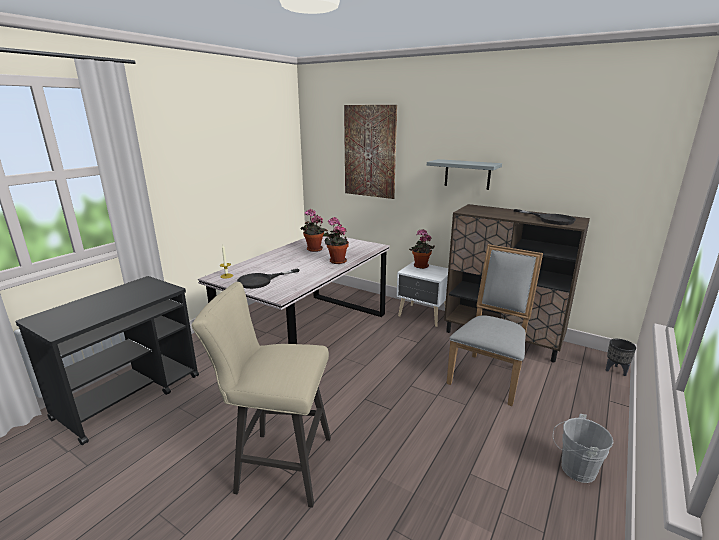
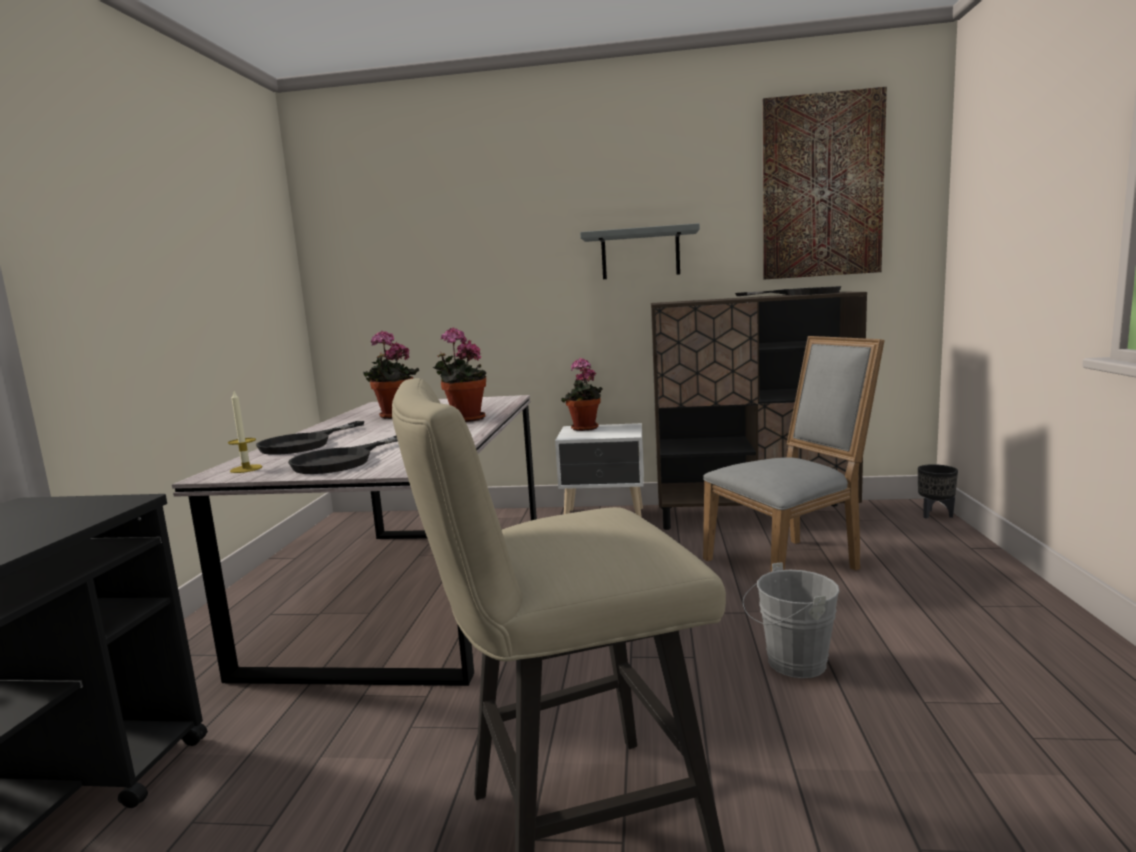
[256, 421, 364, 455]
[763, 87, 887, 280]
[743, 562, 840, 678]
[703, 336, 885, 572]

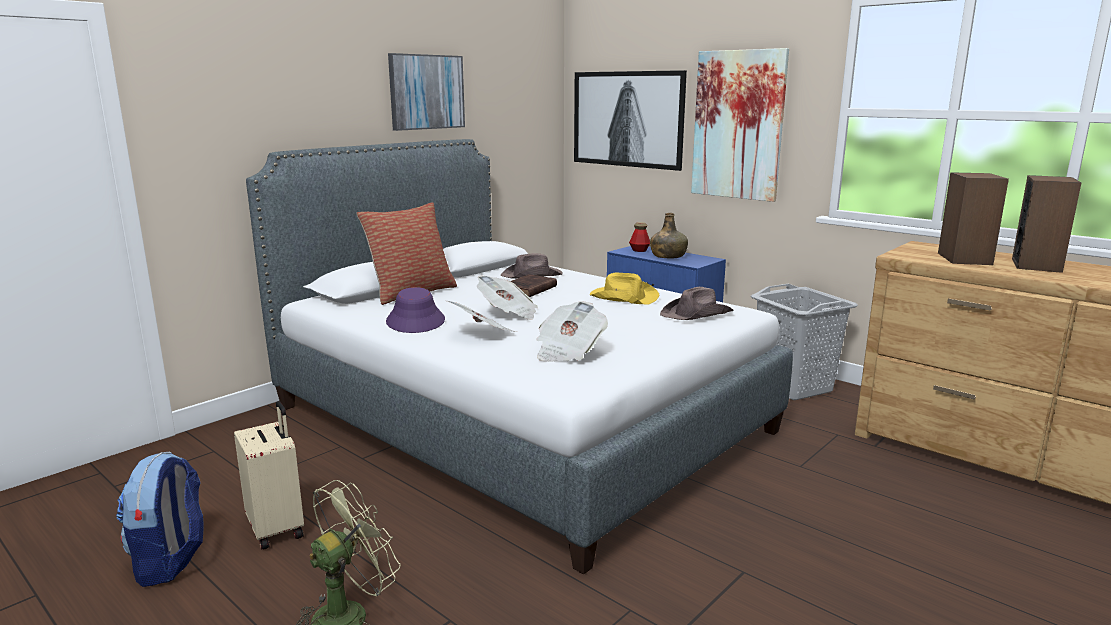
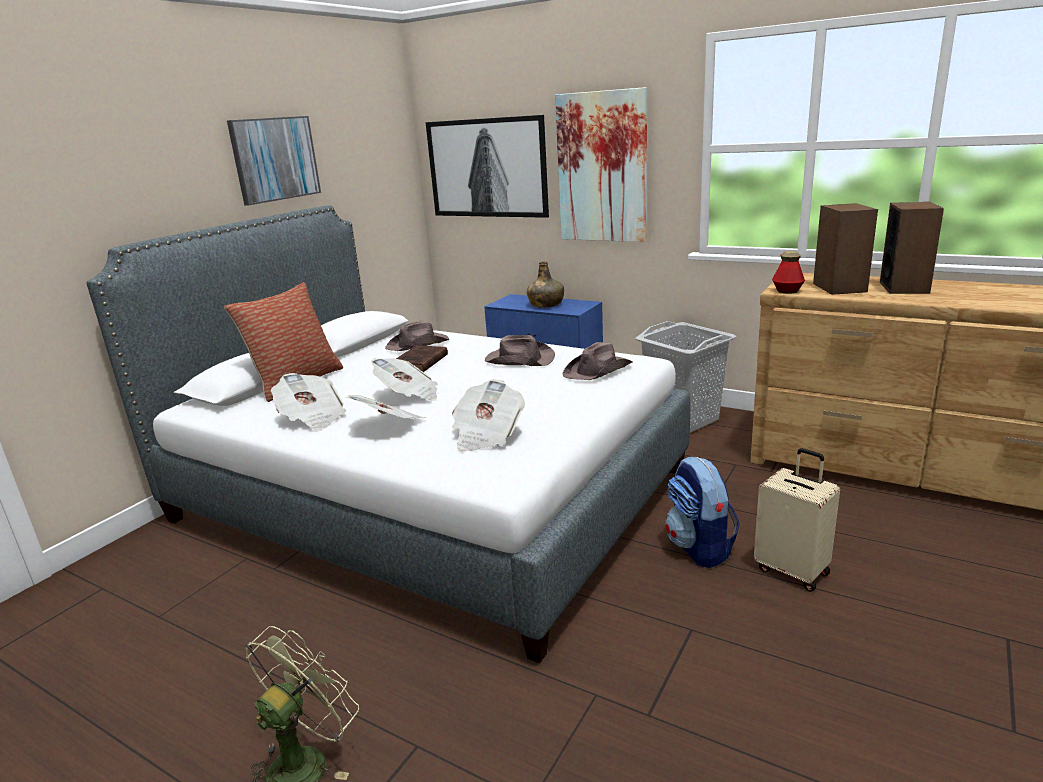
[666, 456, 740, 568]
[754, 448, 840, 592]
[772, 251, 805, 293]
[271, 373, 346, 430]
[485, 335, 555, 366]

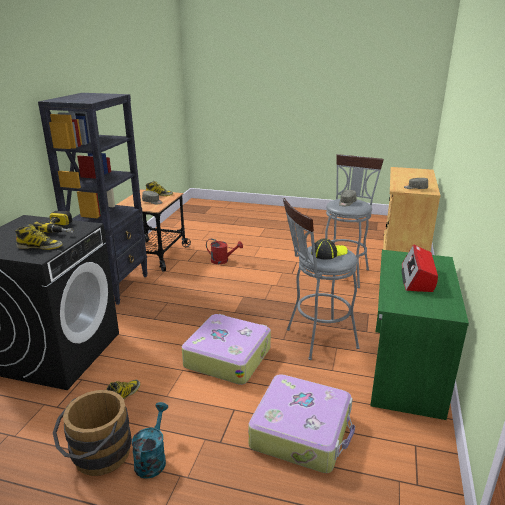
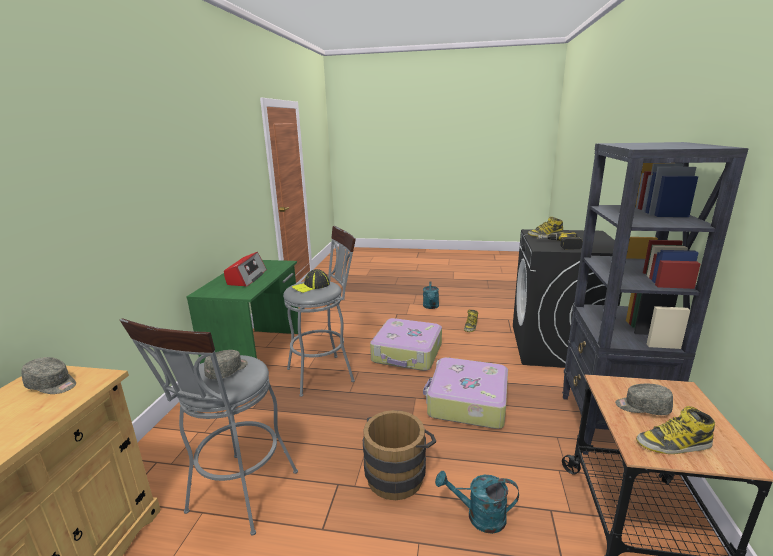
[363, 410, 436, 500]
[423, 357, 508, 429]
[435, 471, 519, 534]

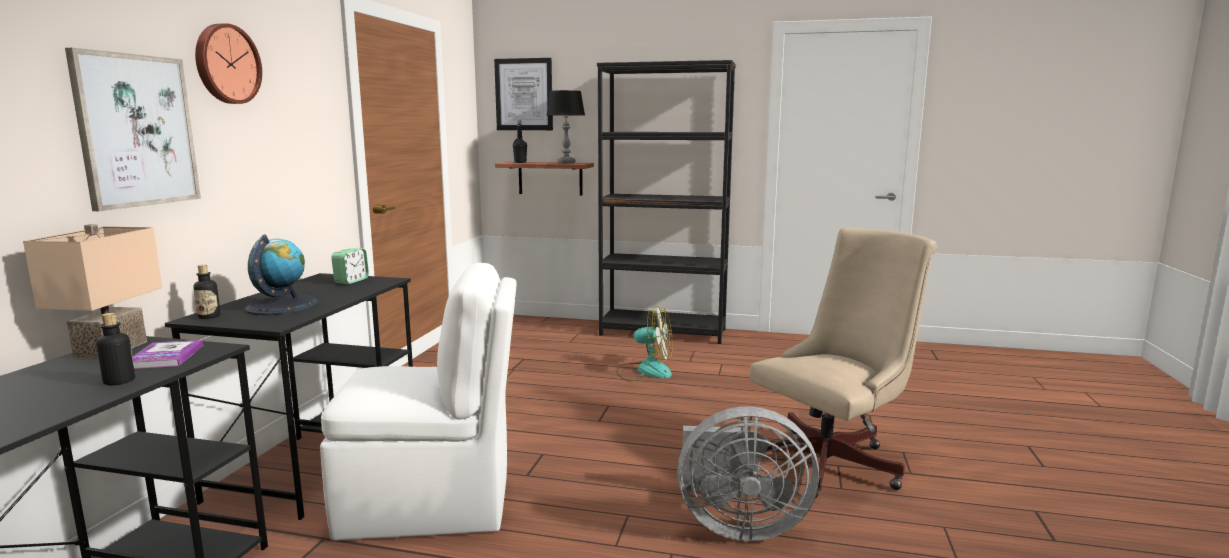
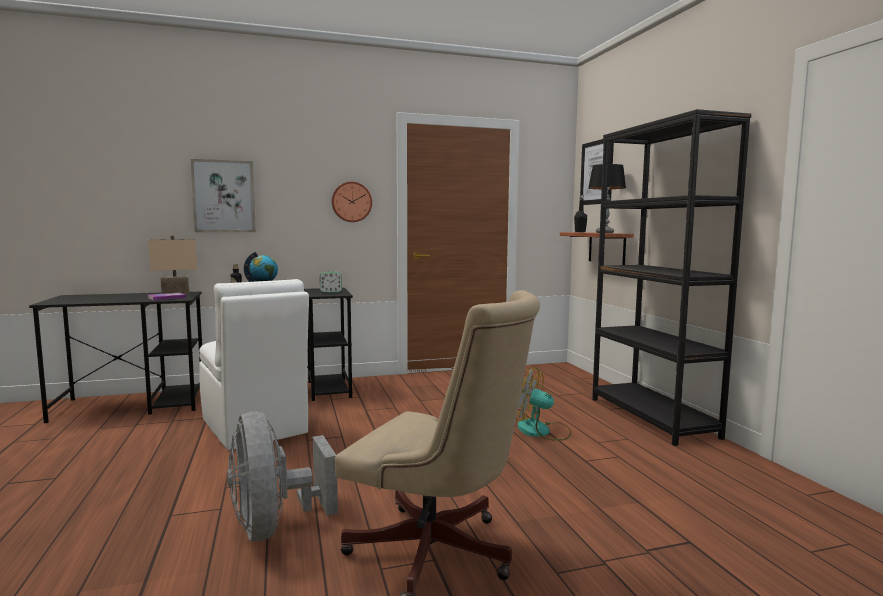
[96, 313, 135, 385] (first image)
[332, 182, 372, 222]
[516, 368, 571, 441]

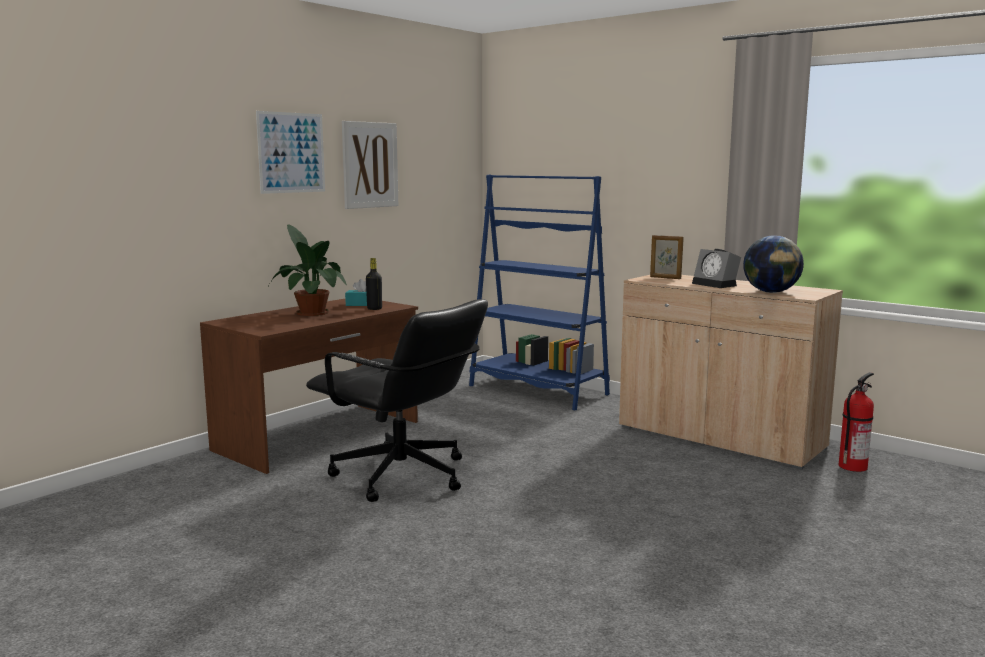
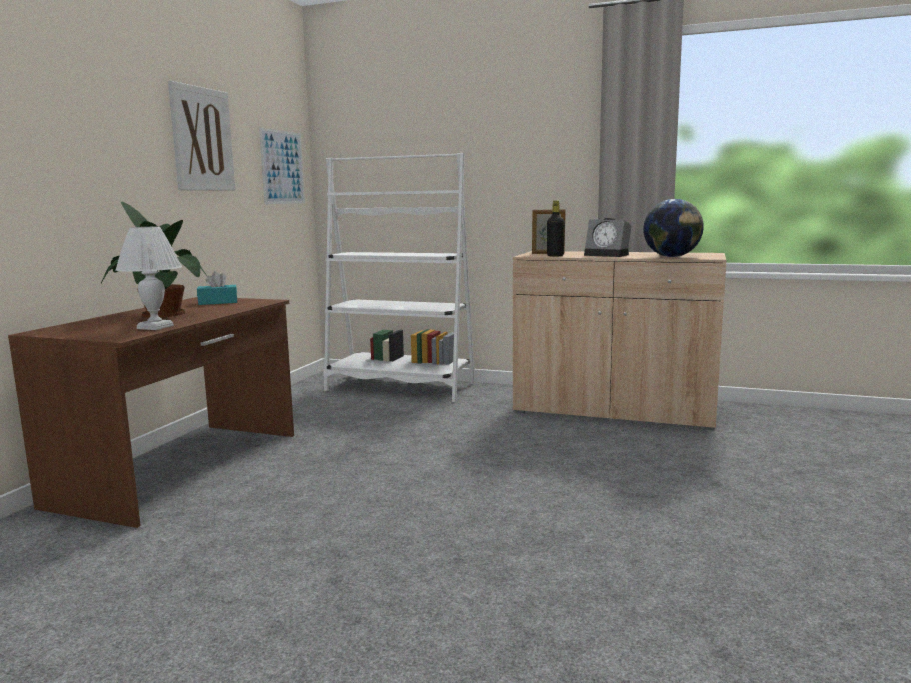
[306, 299, 488, 502] (first image)
[839, 372, 874, 472] (first image)
[116, 227, 182, 330]
[259, 128, 305, 204]
[547, 200, 565, 257]
[323, 153, 475, 402]

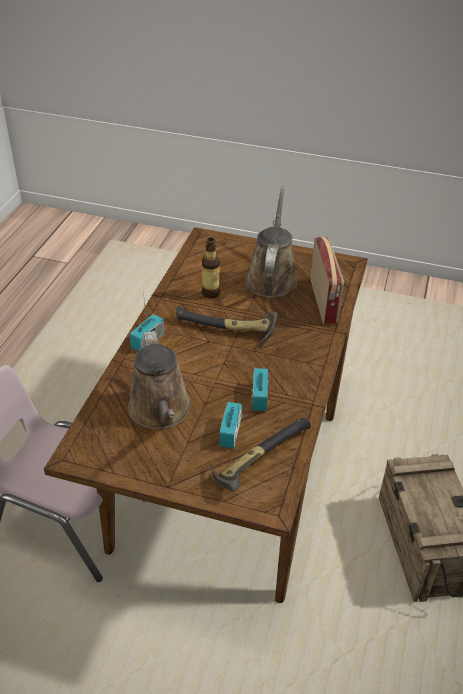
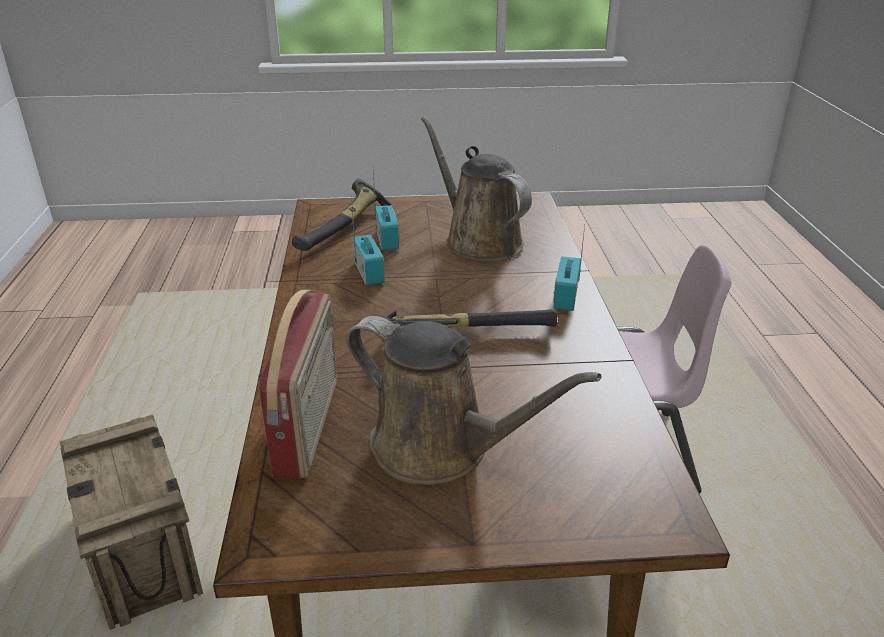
[202, 237, 220, 299] (first image)
[346, 316, 602, 485]
[259, 290, 337, 479]

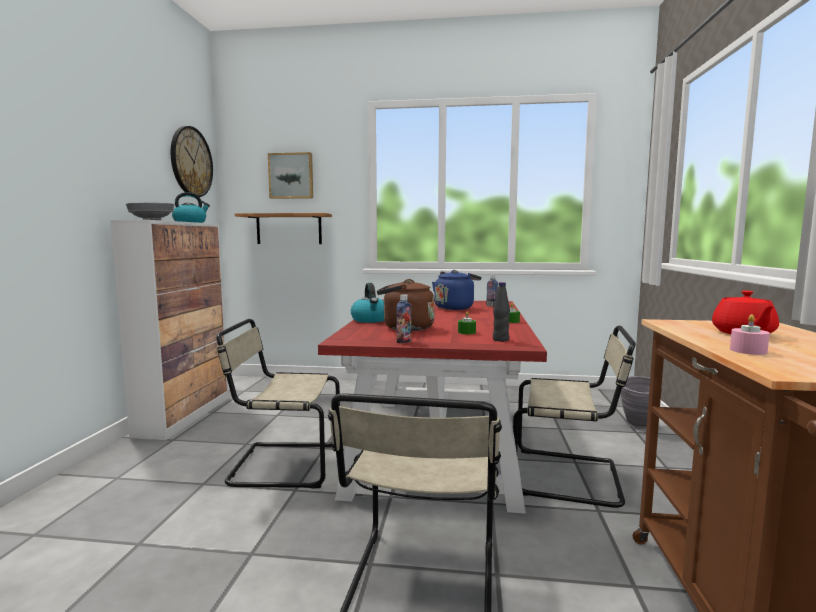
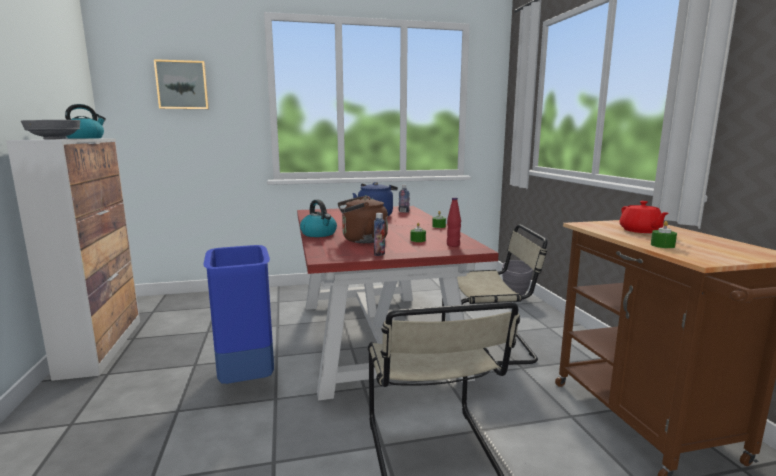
[171, 126, 213, 197] (first image)
[235, 213, 332, 244] (first image)
[204, 245, 274, 384]
[447, 197, 461, 247]
[651, 221, 677, 248]

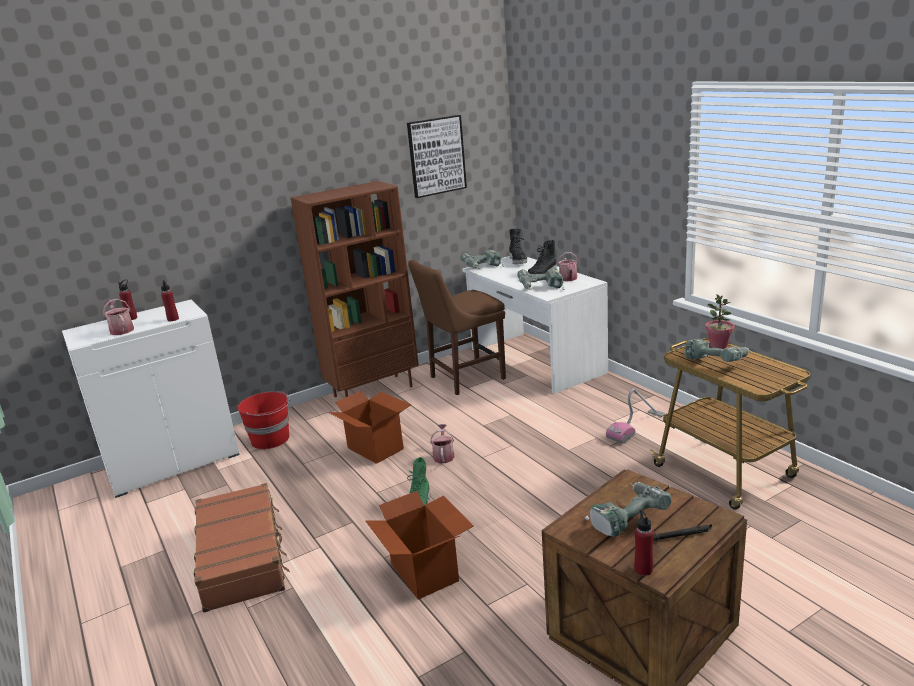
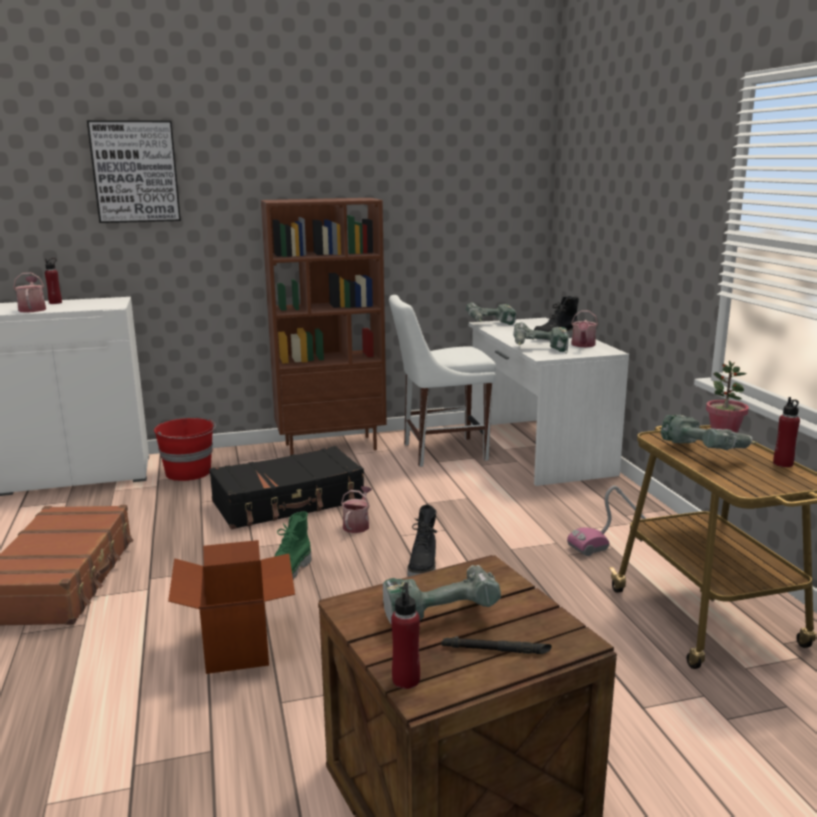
[773, 397, 800, 467]
[87, 120, 181, 223]
[408, 505, 437, 577]
[209, 446, 364, 529]
[389, 295, 496, 467]

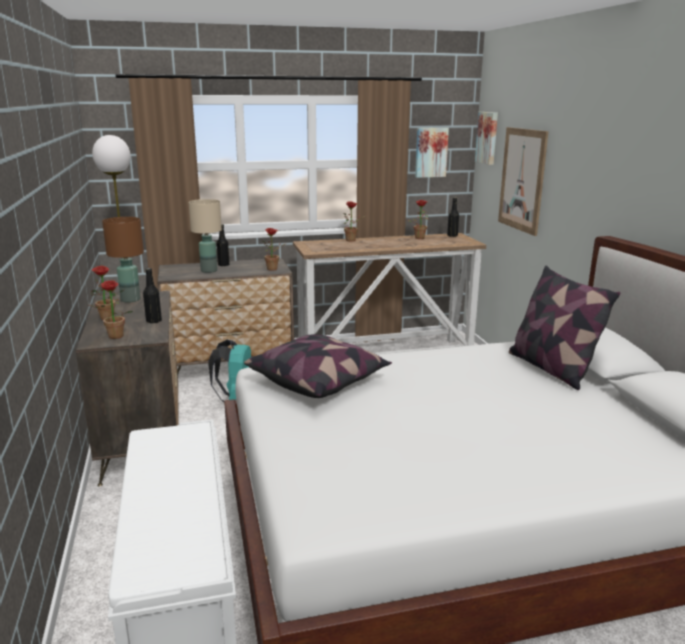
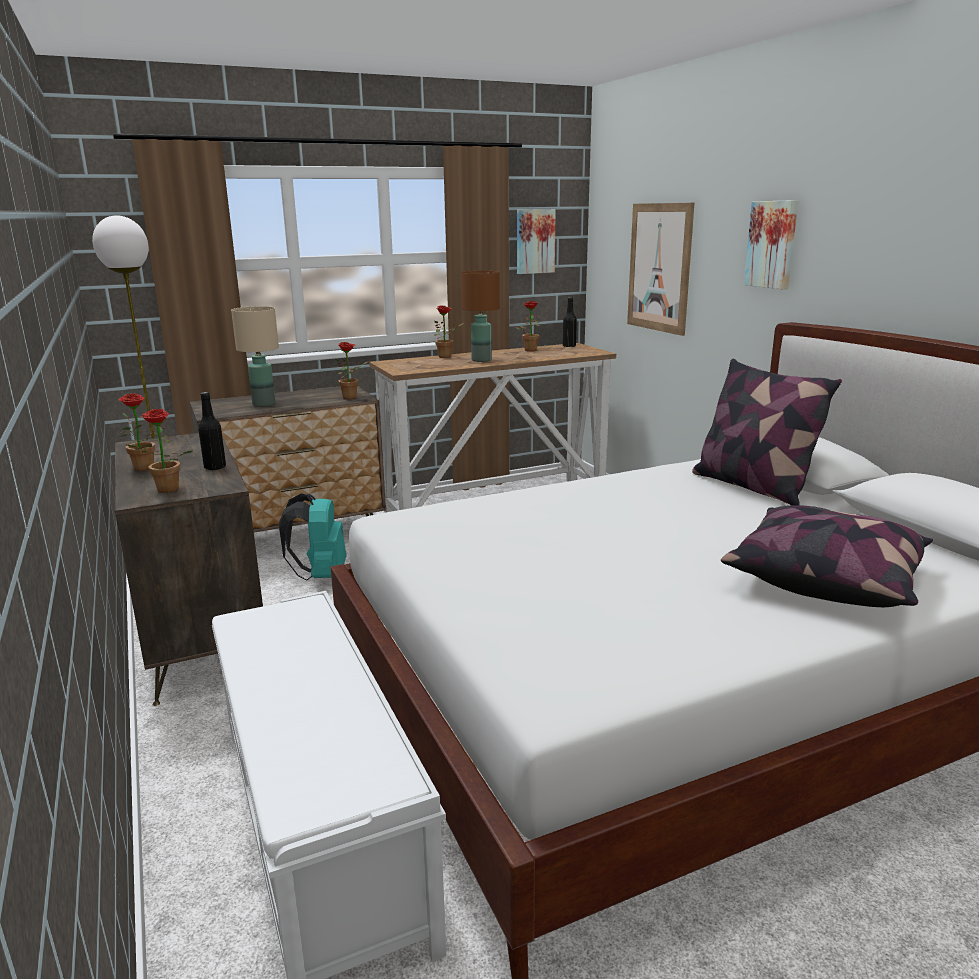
[217, 224, 230, 266] (first image)
[461, 271, 500, 362]
[721, 505, 933, 607]
[744, 200, 798, 289]

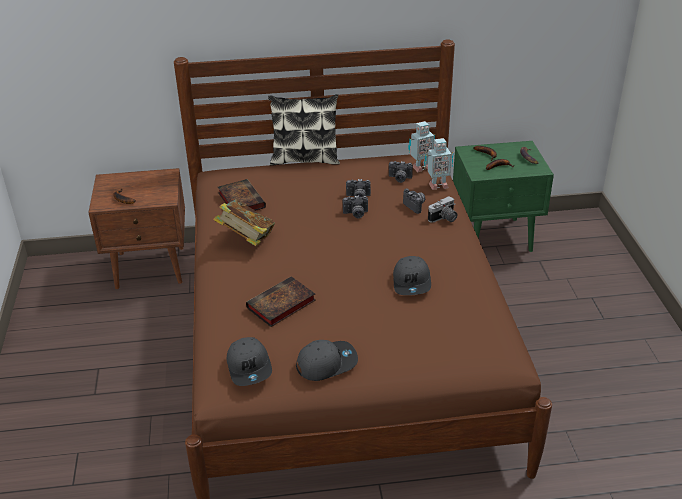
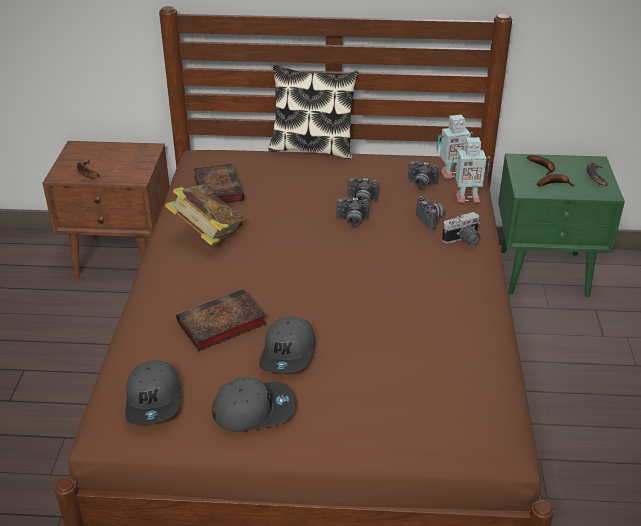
[259, 316, 315, 373]

